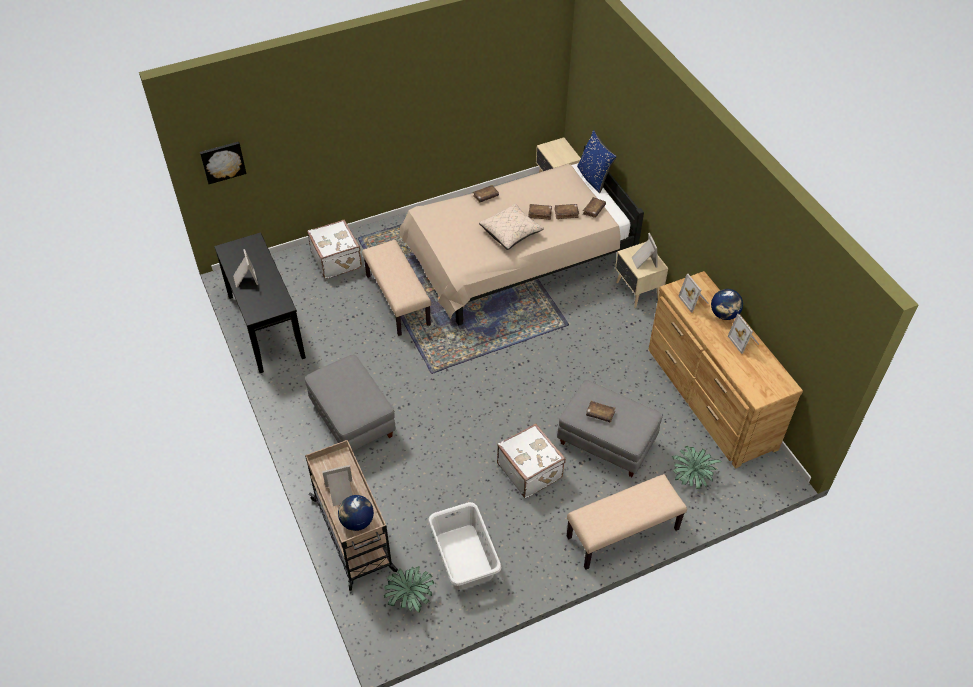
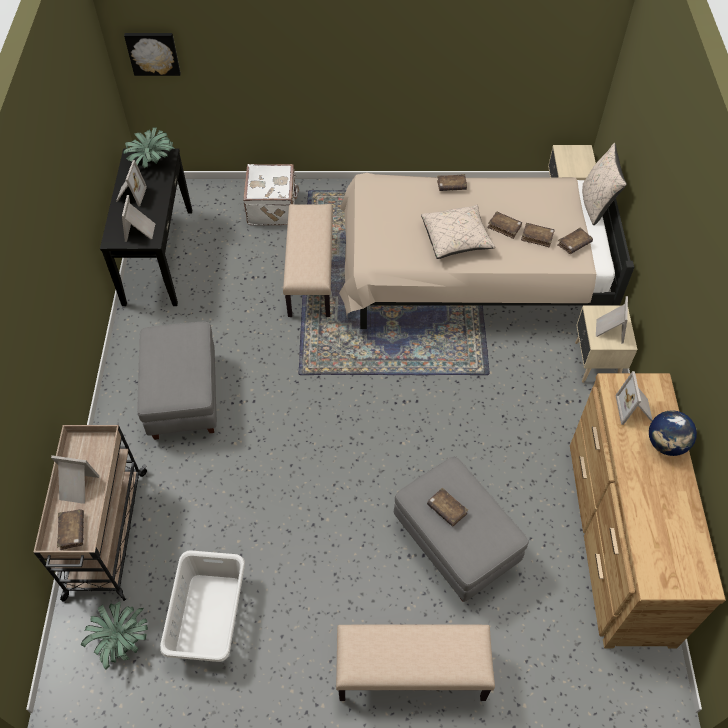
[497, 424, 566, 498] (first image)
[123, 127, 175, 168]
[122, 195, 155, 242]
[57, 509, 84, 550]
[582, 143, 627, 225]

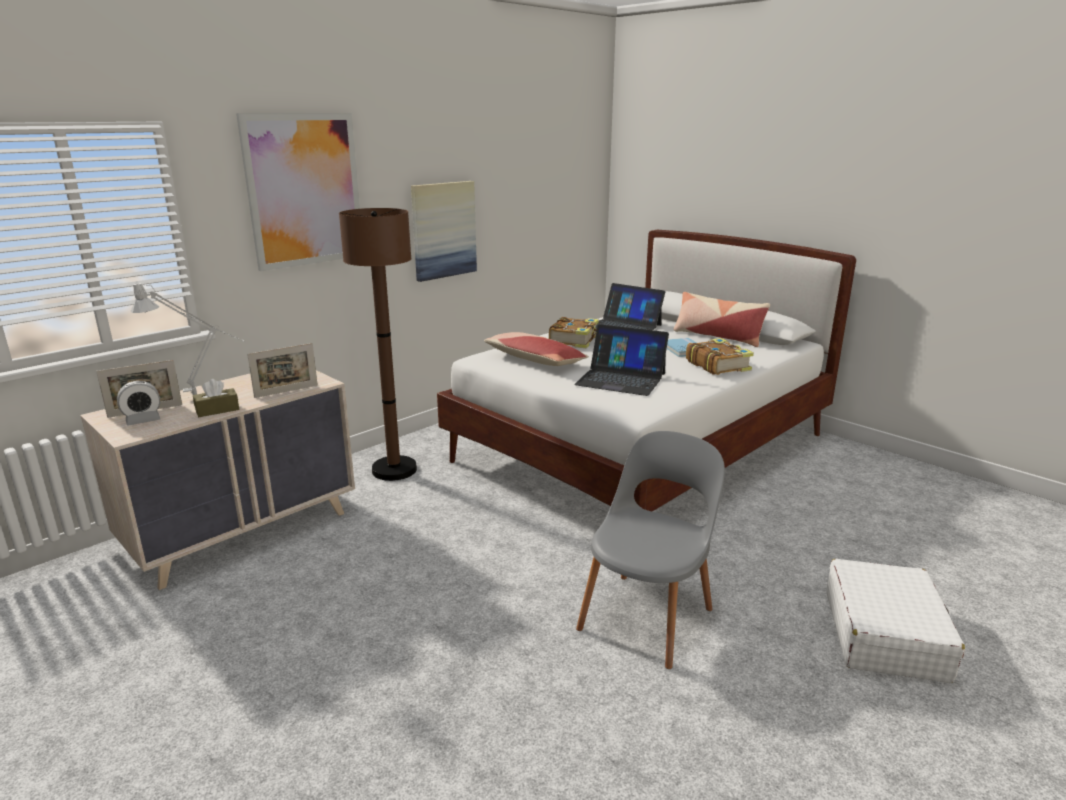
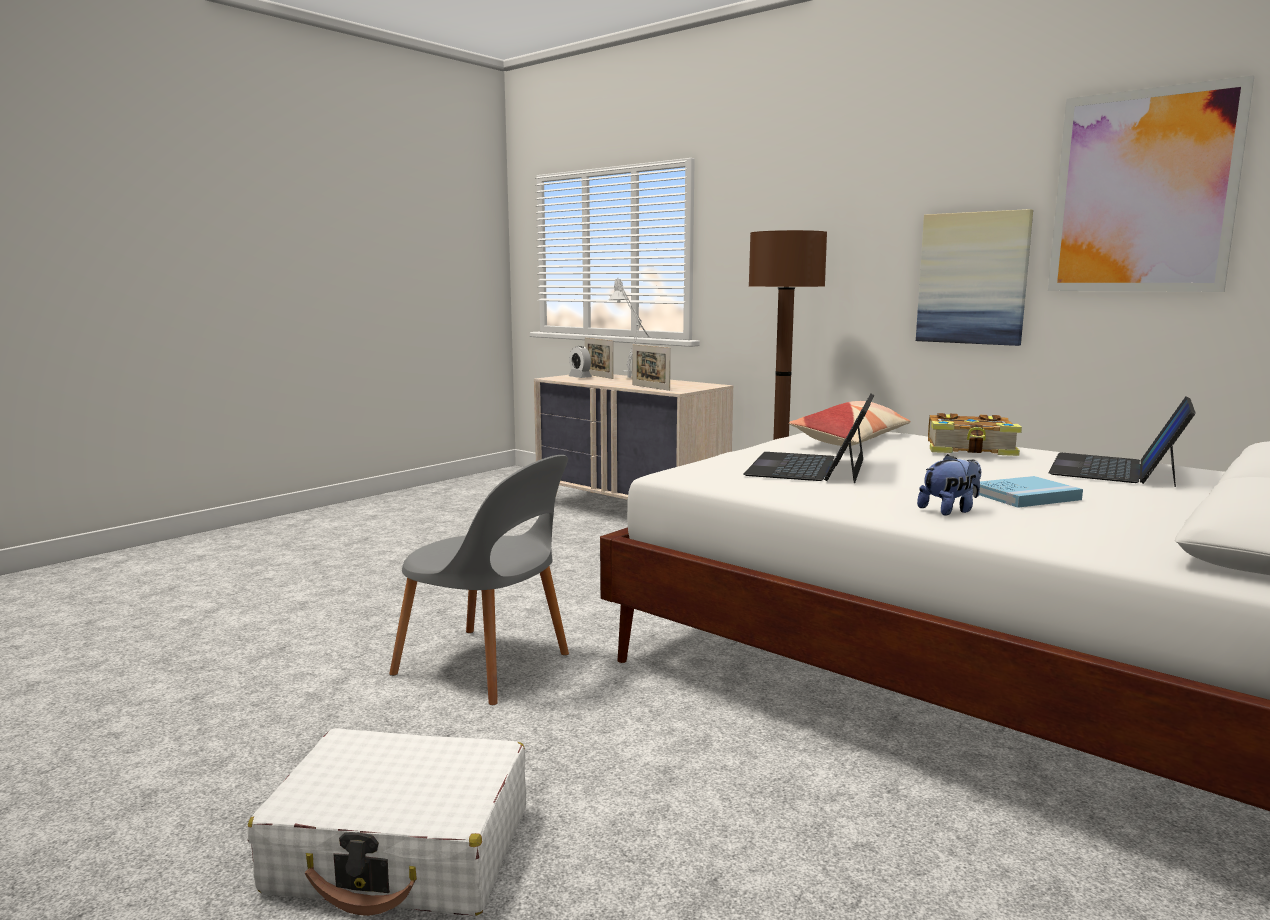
[193, 379, 239, 417] (first image)
[673, 292, 770, 347] (first image)
[1048, 75, 1254, 292]
[917, 454, 981, 515]

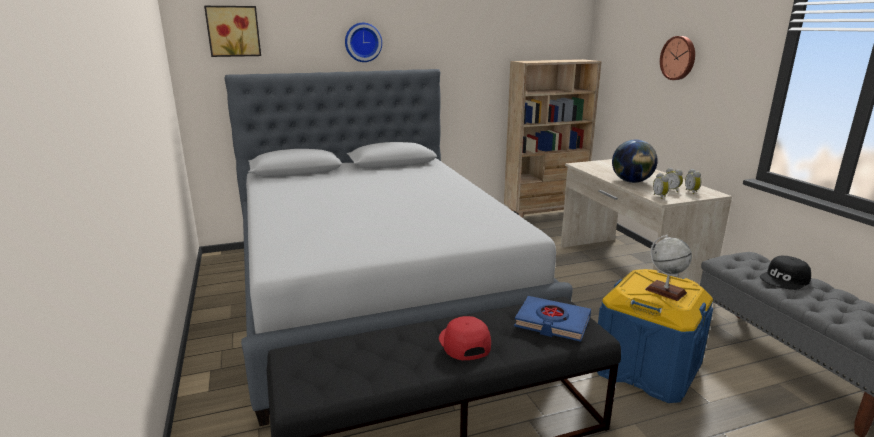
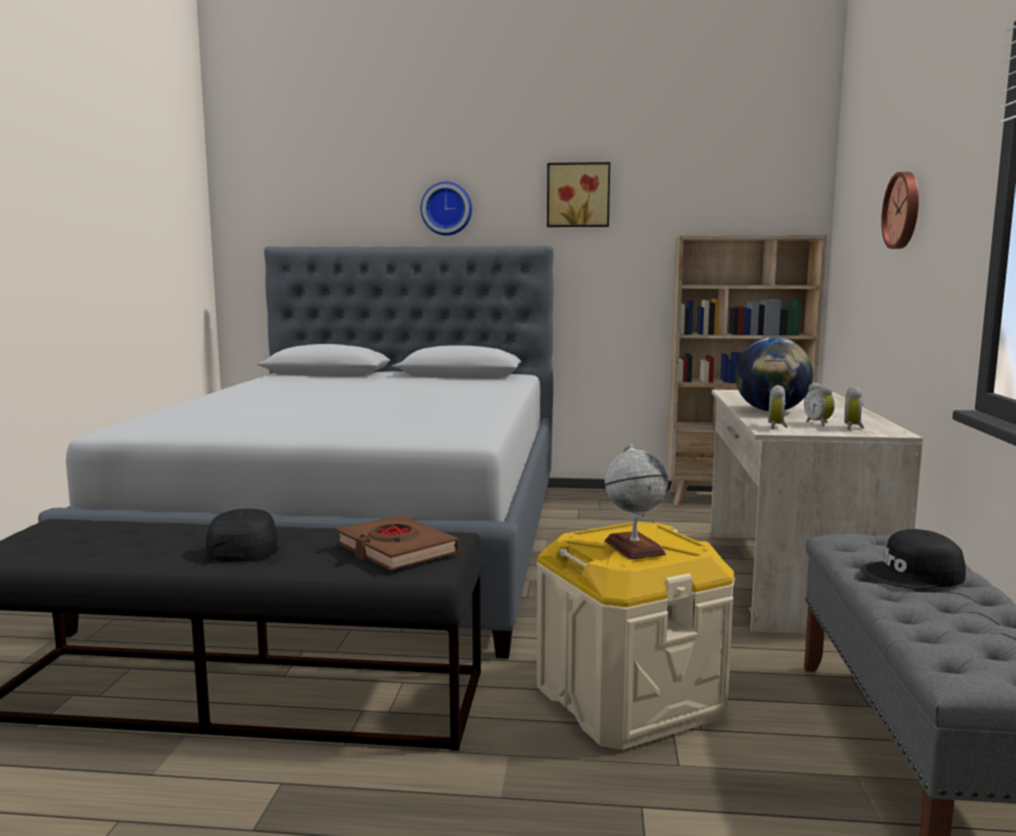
[547, 162, 610, 227]
[206, 509, 288, 562]
[336, 515, 460, 570]
[537, 522, 735, 750]

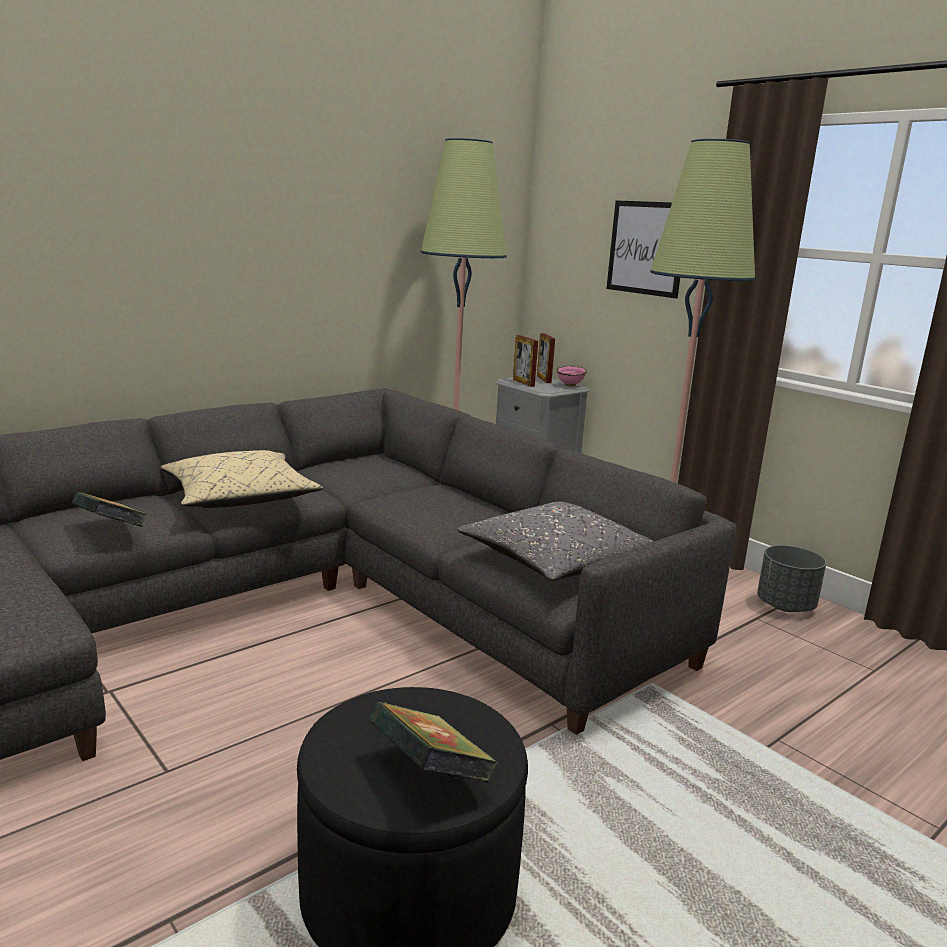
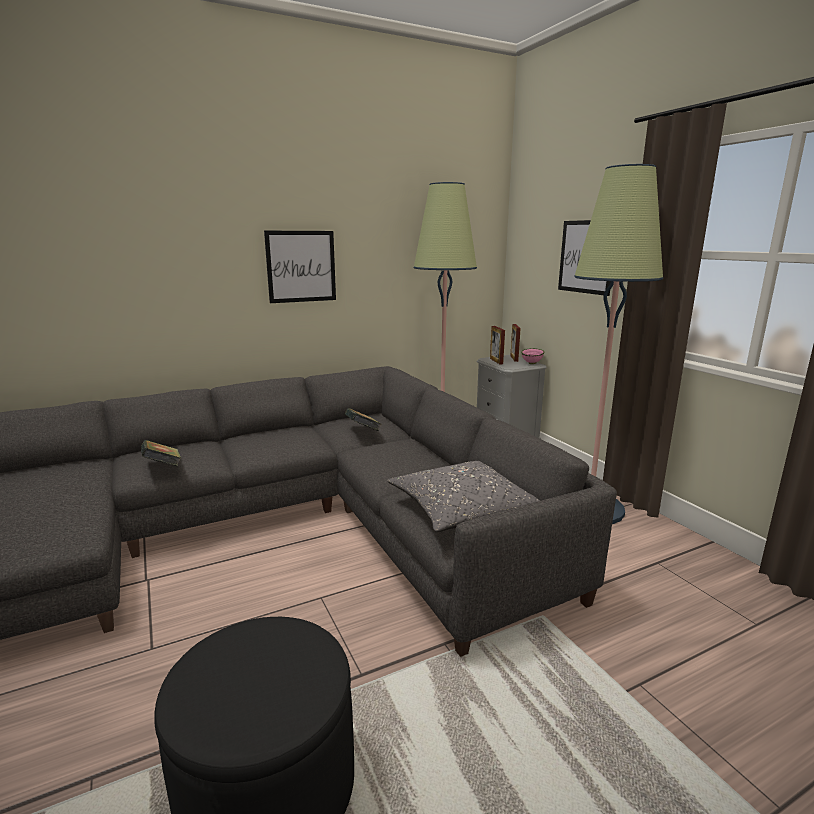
[161, 450, 323, 508] (first image)
[757, 545, 826, 612] (first image)
[264, 231, 336, 303]
[345, 408, 382, 431]

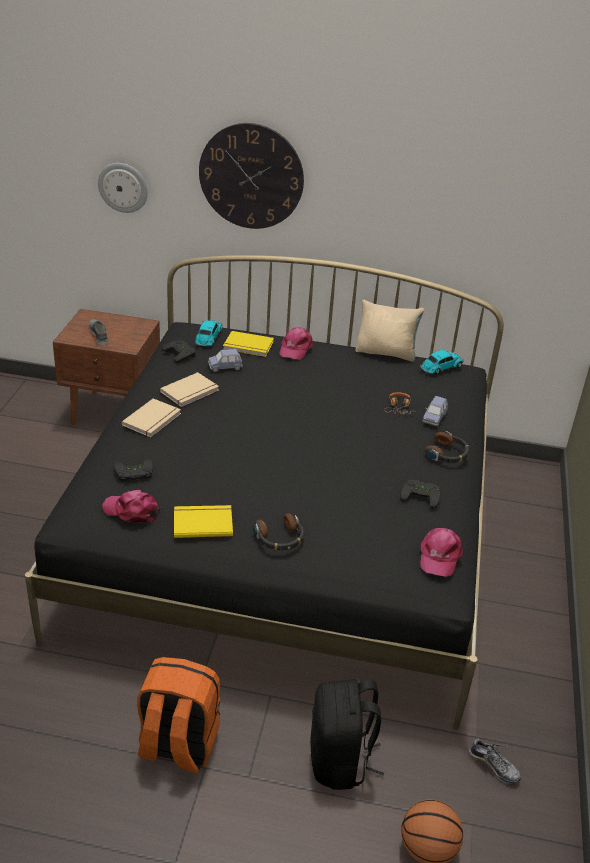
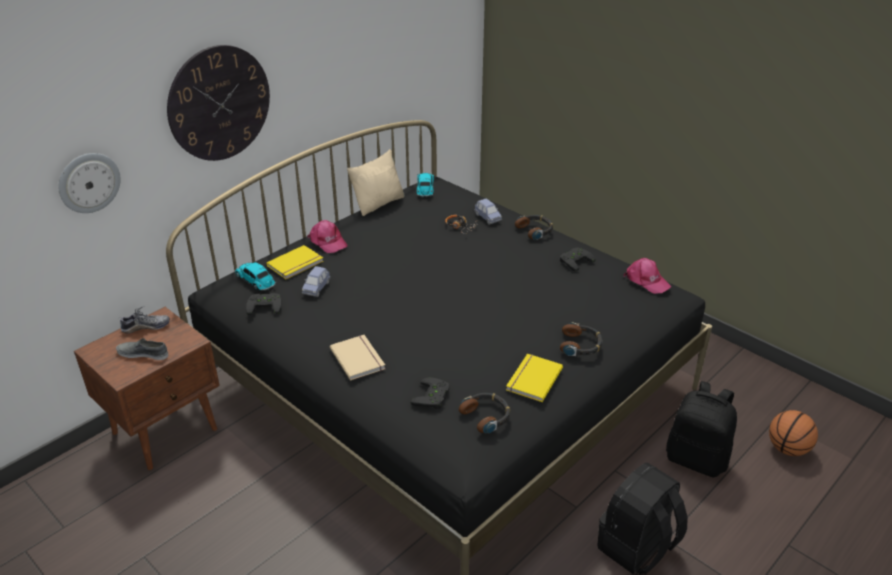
[160, 372, 219, 407] (first image)
[120, 306, 170, 334]
[459, 393, 510, 434]
[597, 462, 688, 575]

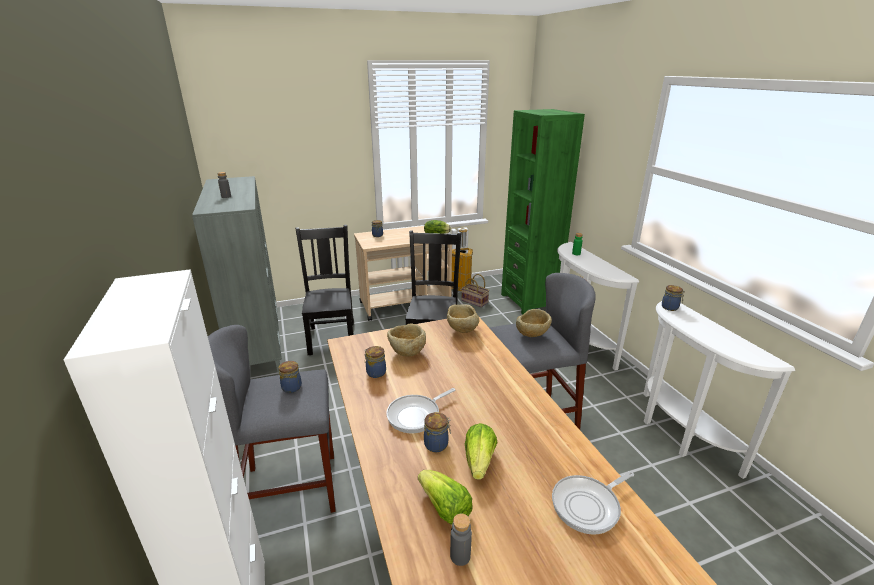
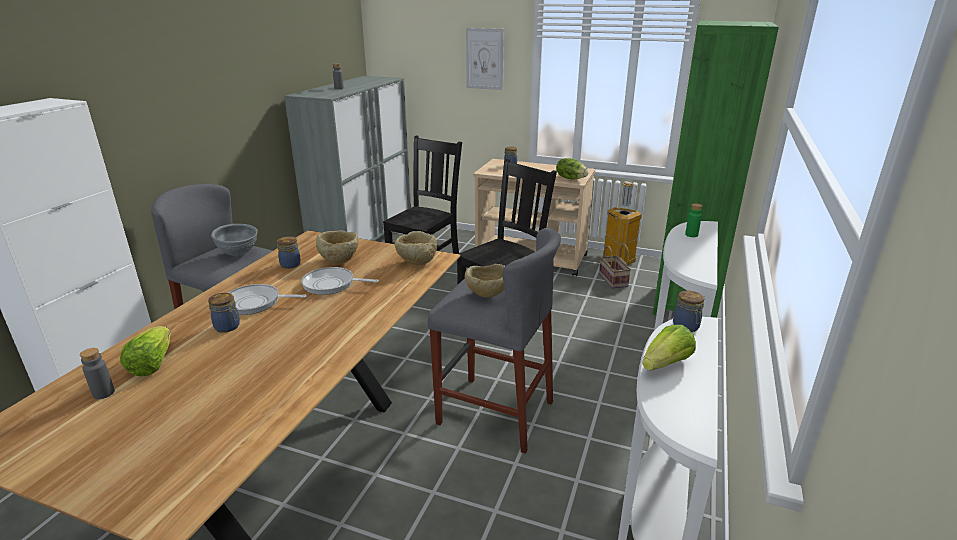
[466, 28, 504, 90]
[642, 325, 696, 371]
[301, 267, 379, 295]
[211, 224, 258, 256]

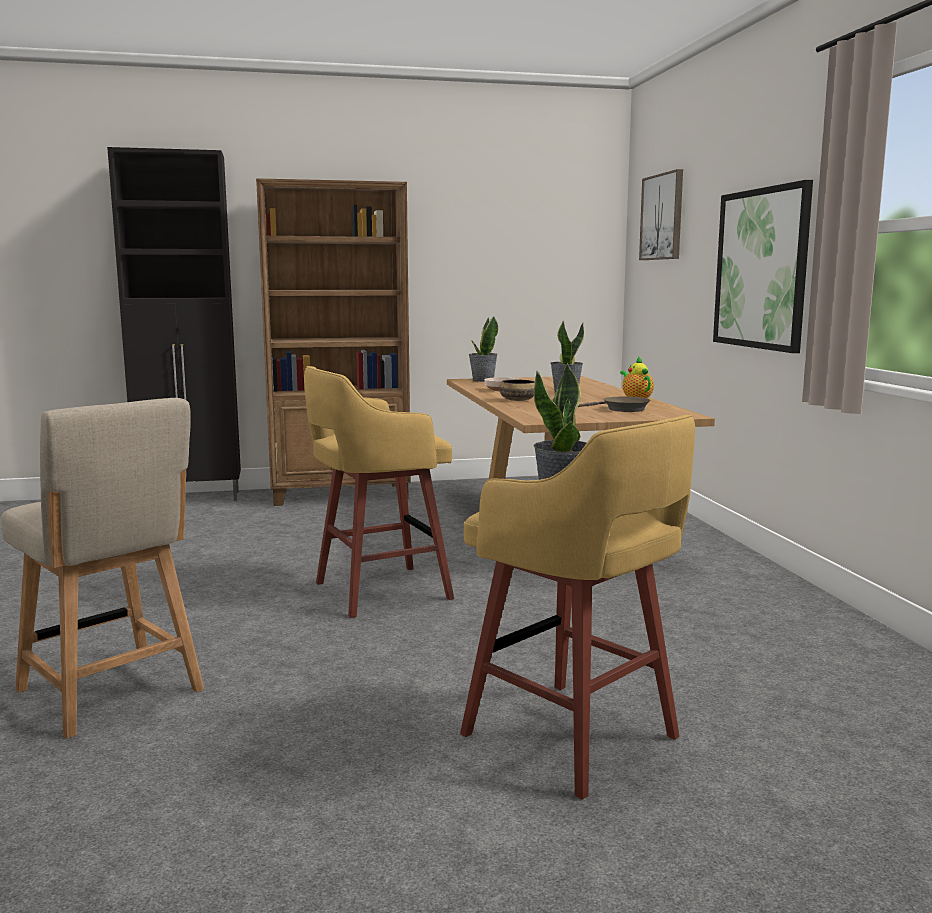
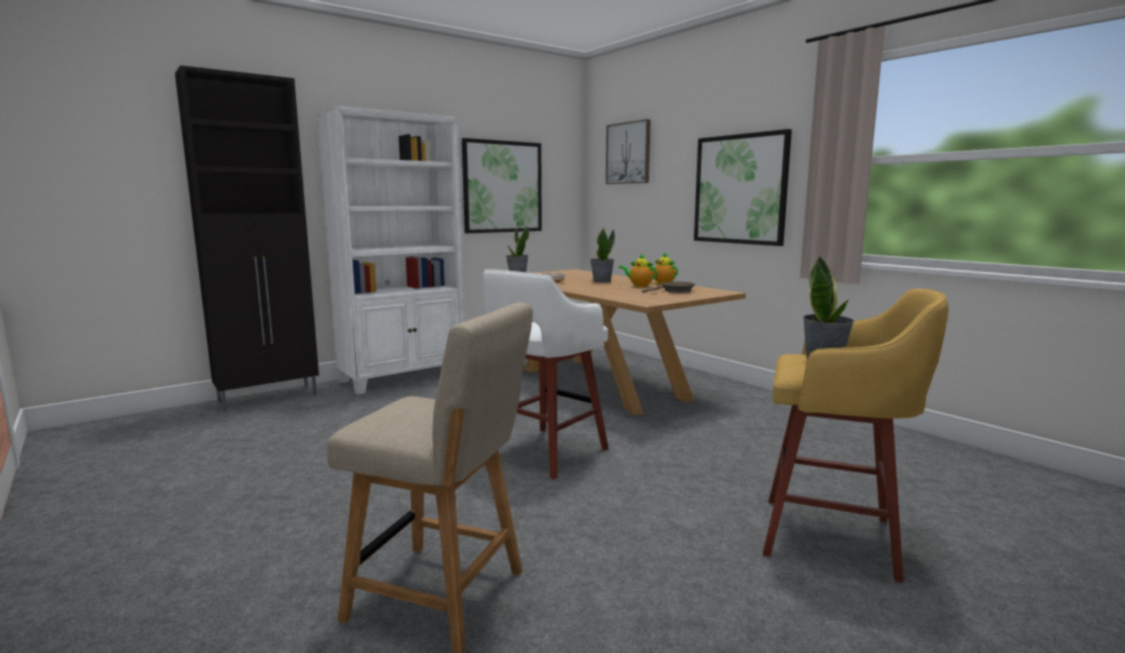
[499, 379, 535, 401] (first image)
[462, 138, 542, 233]
[619, 254, 657, 287]
[316, 106, 465, 395]
[483, 269, 609, 479]

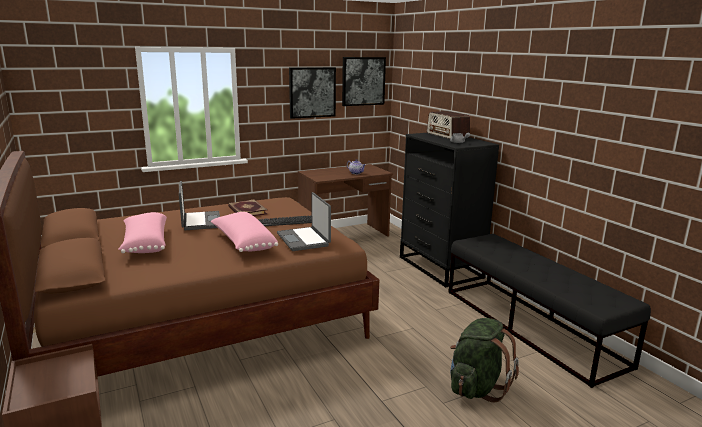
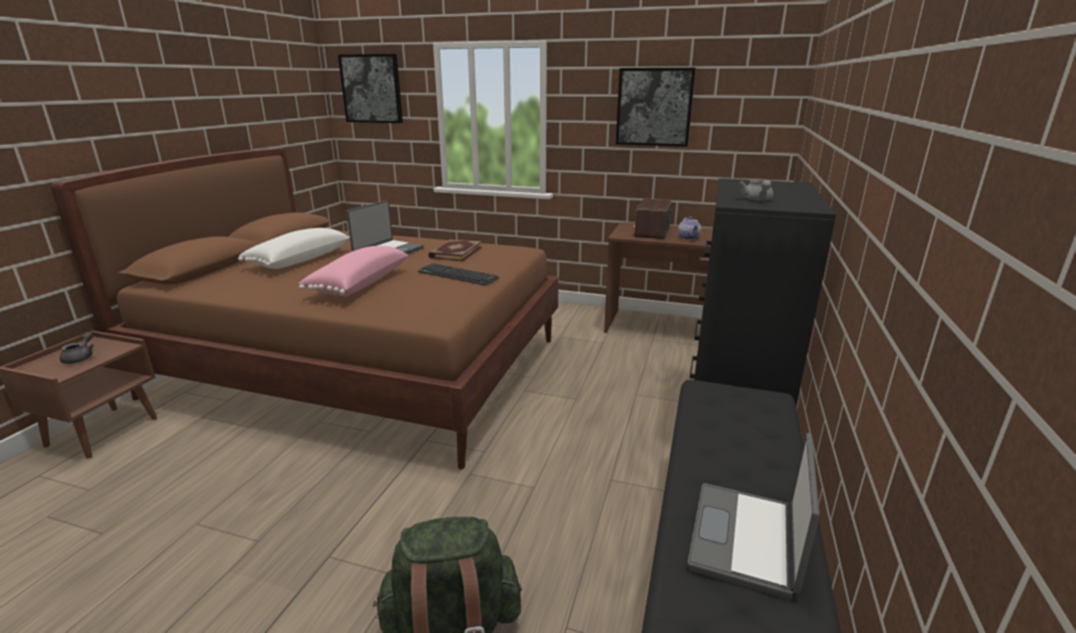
[59, 332, 94, 364]
[687, 433, 820, 599]
[338, 54, 403, 123]
[633, 199, 672, 239]
[238, 228, 350, 269]

